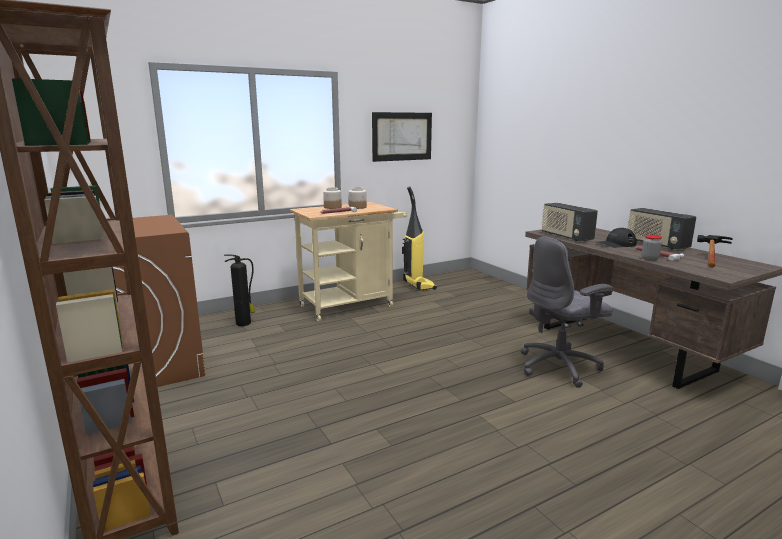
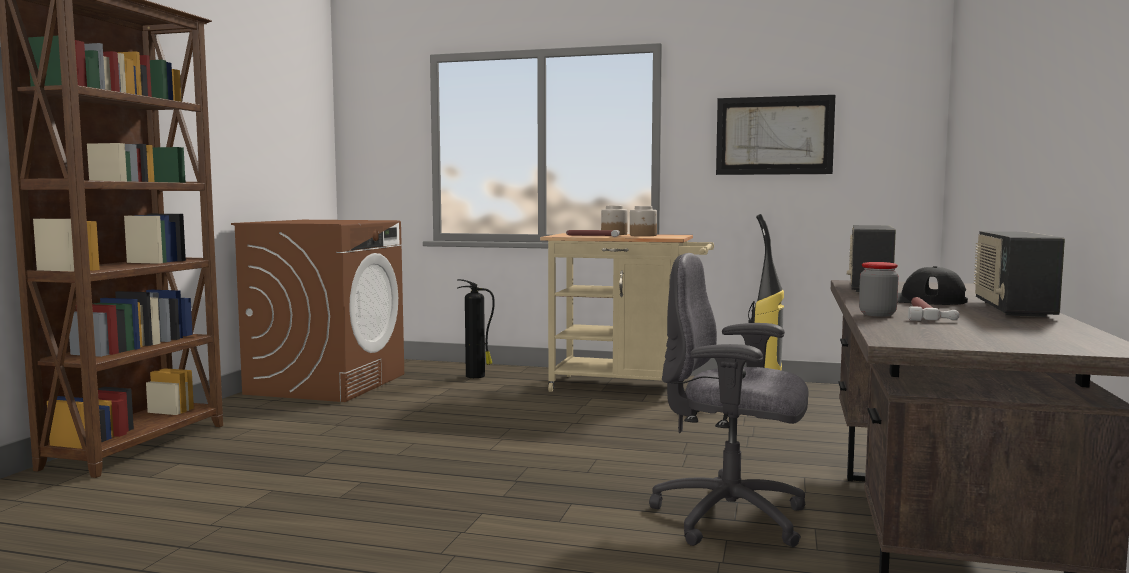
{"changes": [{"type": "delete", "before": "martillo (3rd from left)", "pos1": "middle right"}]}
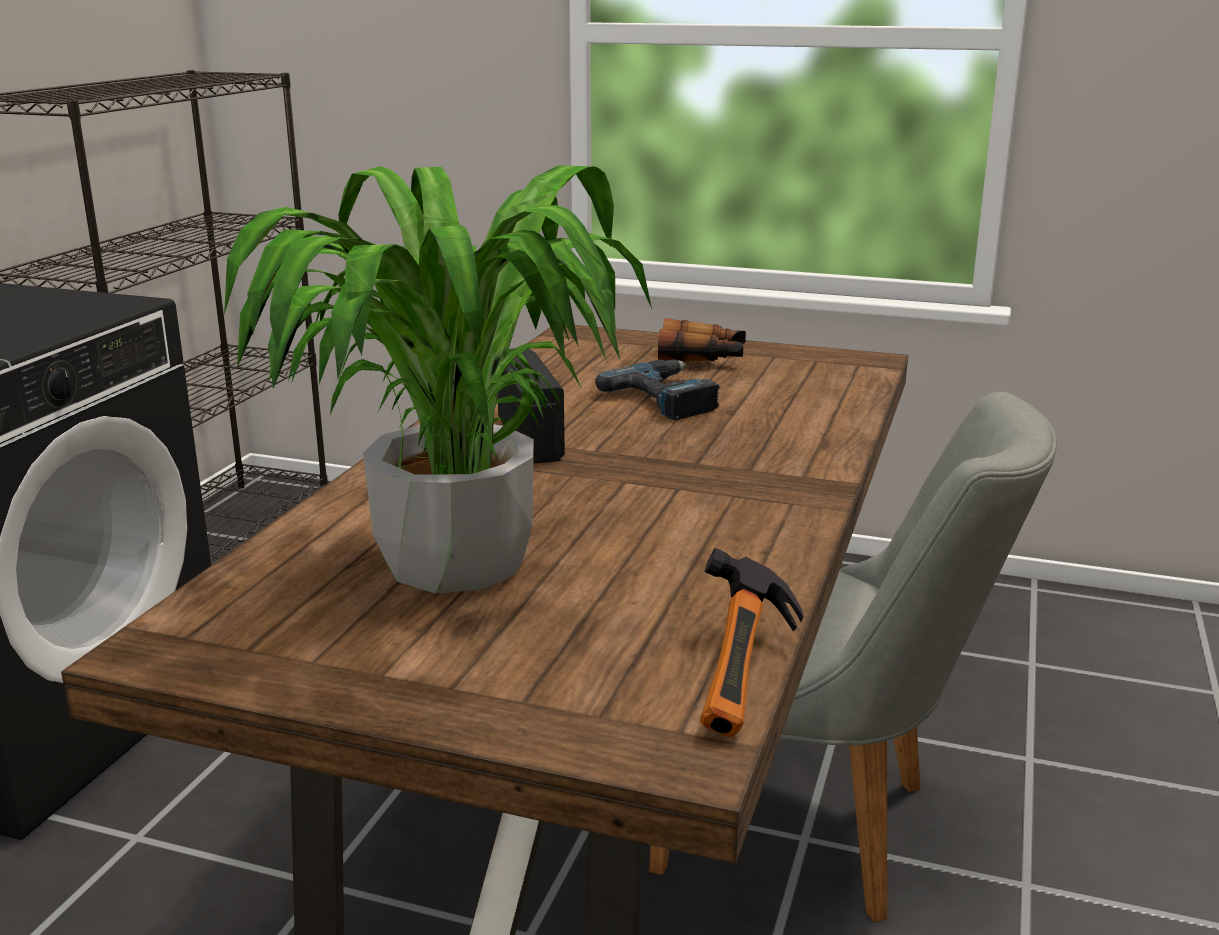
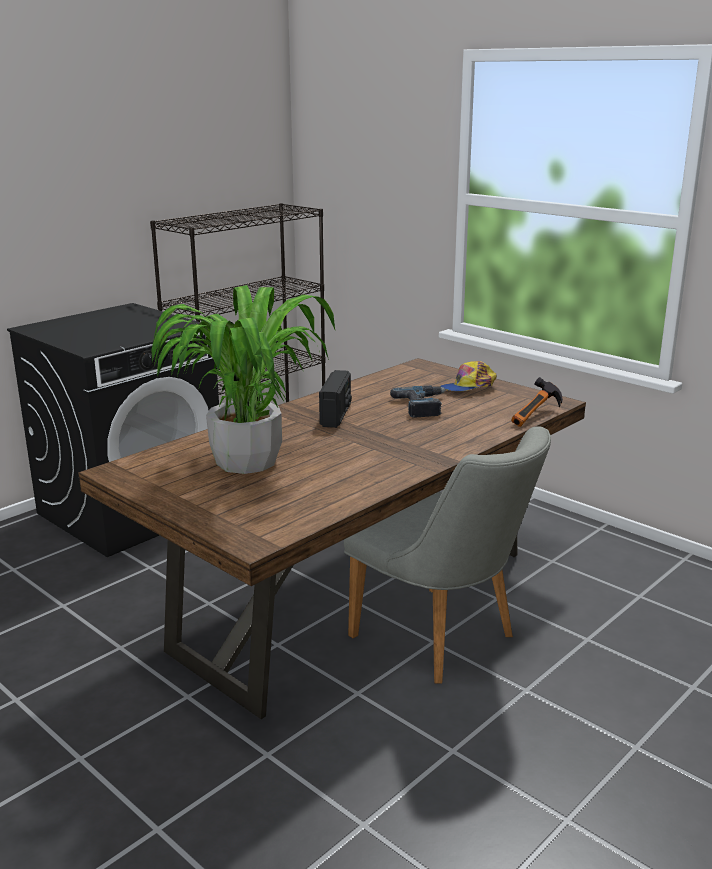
{"changes": [{"type": "move", "before": "martillo", "pos1": "bottom centre", "pos2": "middle right"}, {"type": "replace", "before": "prismáticos", "after": "gorra", "pos1": "centre", "pos2": "centre"}]}
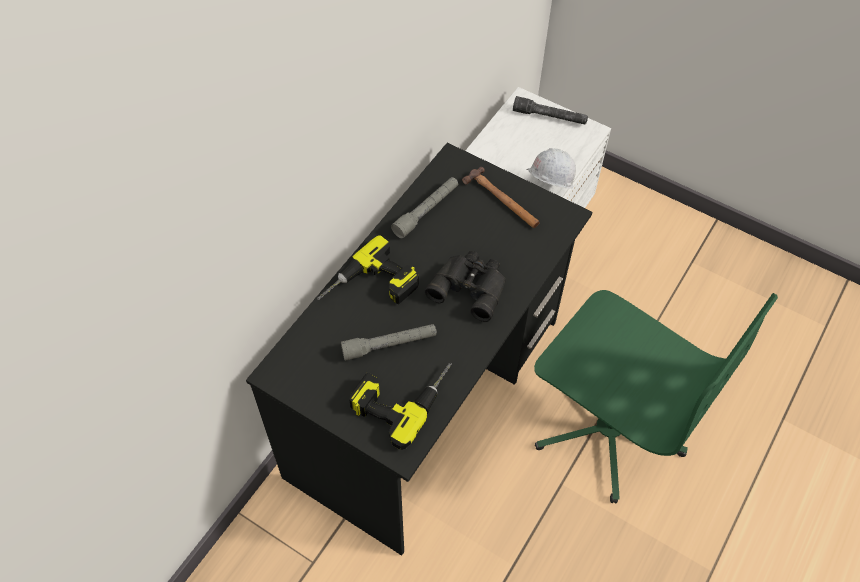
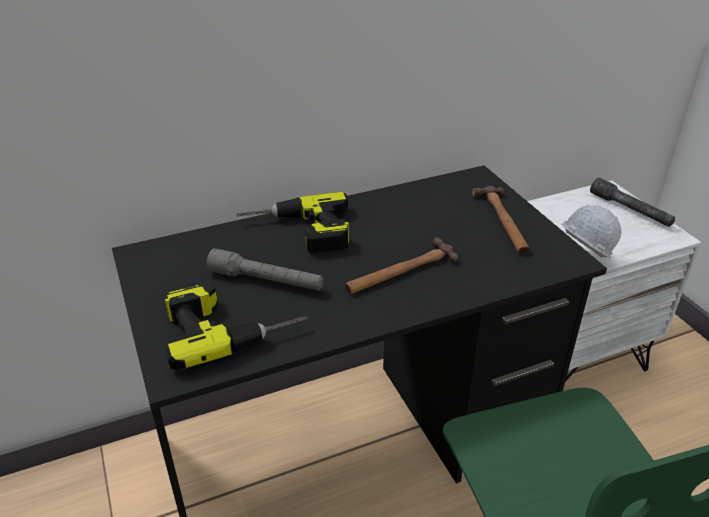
{"changes": [{"type": "delete", "before": "linterna/gris (2nd from left)", "pos1": "centre"}, {"type": "replace", "before": "prismáticos/negro", "after": "martillo (1st from left)", "pos1": "centre", "pos2": "centre"}]}
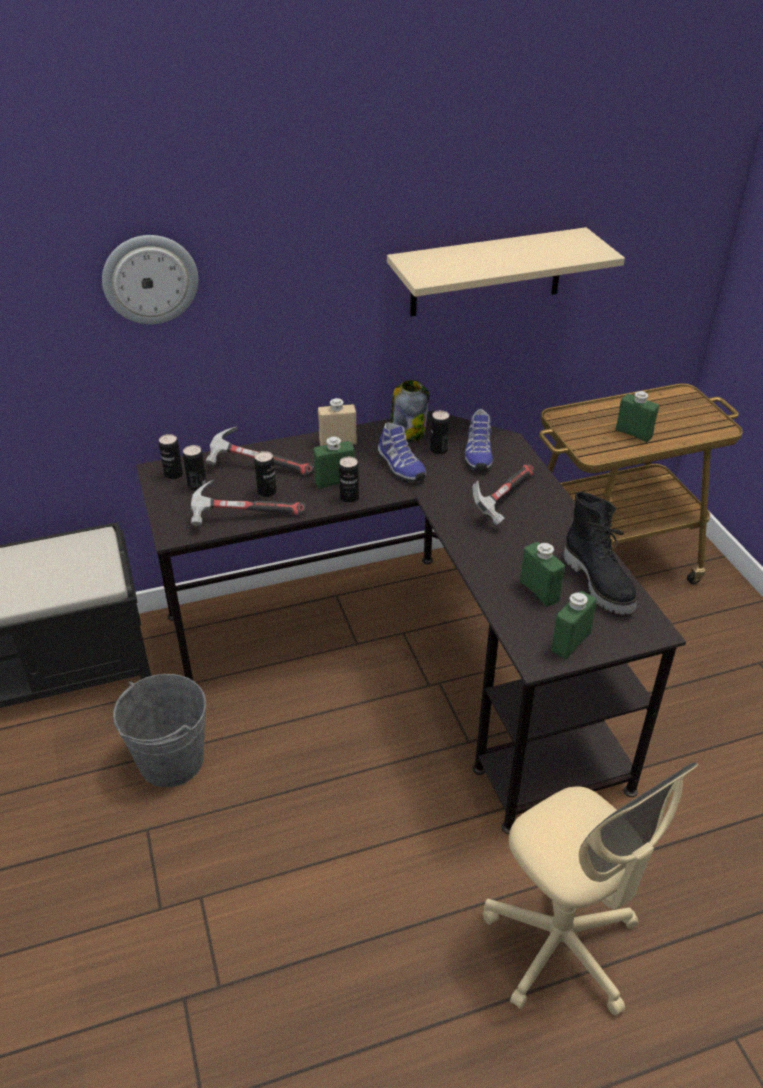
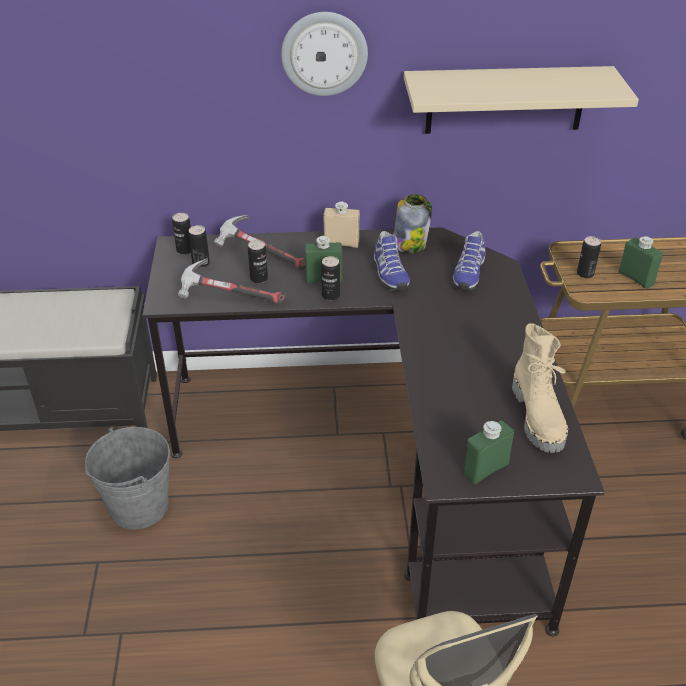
{"changes": [{"type": "delete", "before": "martillo (3rd from left)", "pos1": "centre"}, {"type": "delete", "before": "botella/verde (2nd from left)", "pos1": "middle right"}, {"type": "move", "before": "reloj de pared", "pos1": "top left", "pos2": "top centre"}, {"type": "move", "before": "lata (5th from left)", "pos1": "centre", "pos2": "middle right"}, {"type": "recolor", "before": "bota/negro", "after": "bota/beis", "pos1": "middle right", "pos2": "middle right"}]}
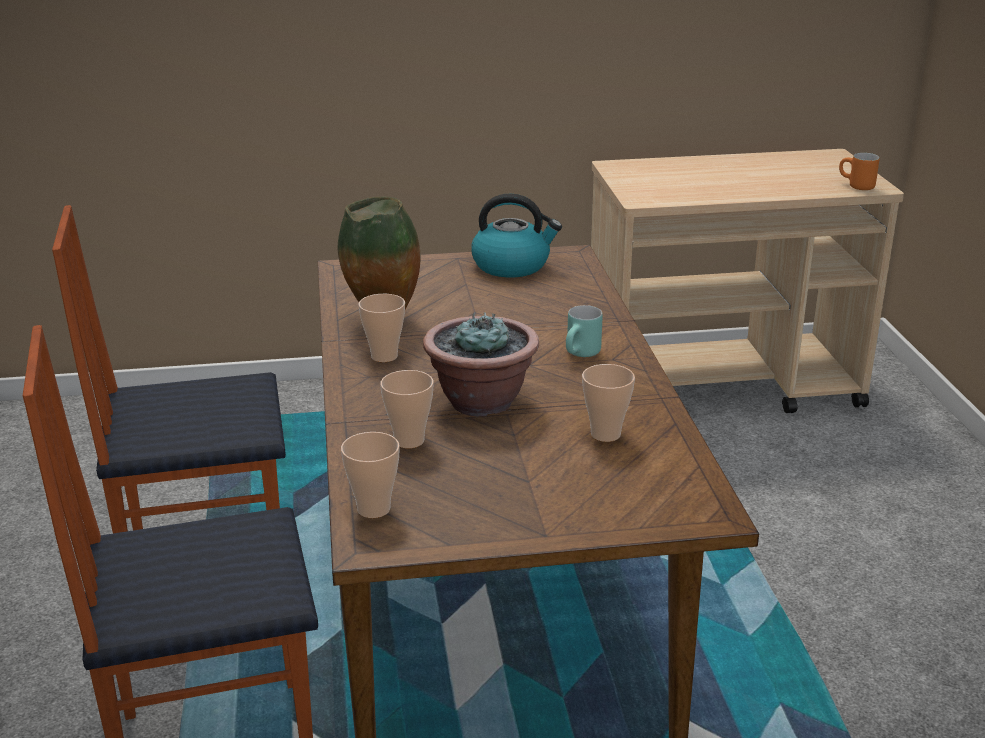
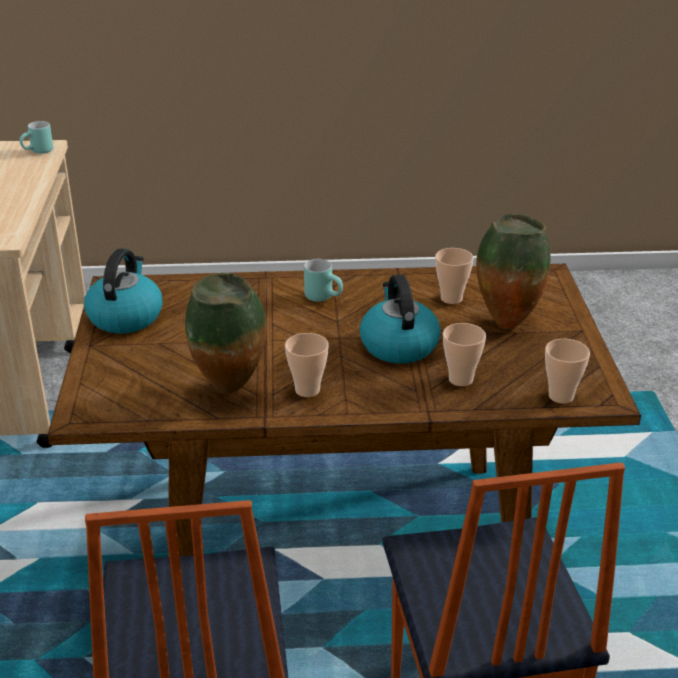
{"changes": [{"type": "insert", "after": "florero (2nd from left)", "pos2": "middle right"}, {"type": "replace", "before": "planta en maceta", "after": "hervidor (2nd from left)", "pos1": "centre", "pos2": "centre"}, {"type": "recolor", "before": "taza grande/naranja", "after": "taza grande/turquesa (1st from left)", "pos1": "top right", "pos2": "top left"}]}
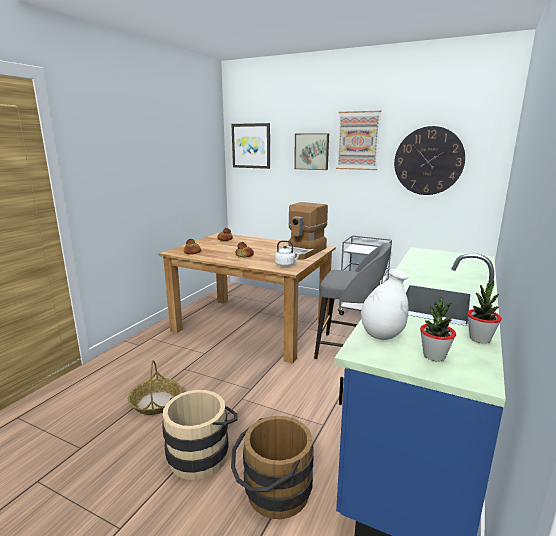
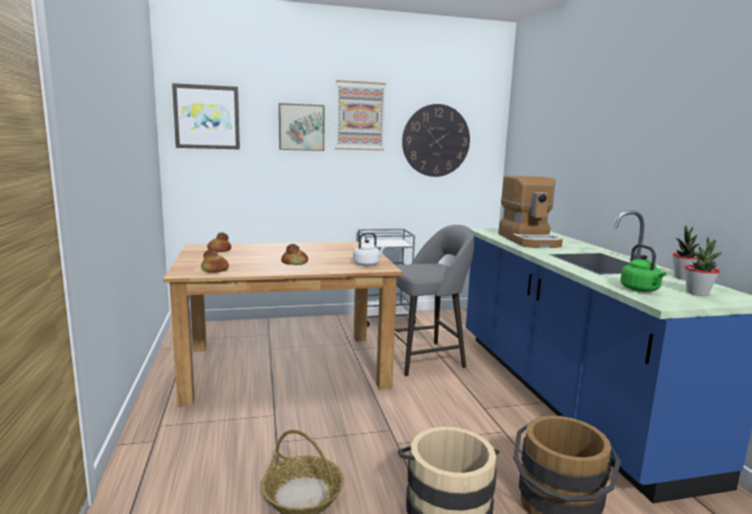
{"changes": [{"type": "move", "before": "cafetera", "pos1": "centre", "pos2": "middle right"}, {"type": "replace", "before": "florero/blanco", "after": "hervidor/verde", "pos1": "middle right", "pos2": "middle right"}]}
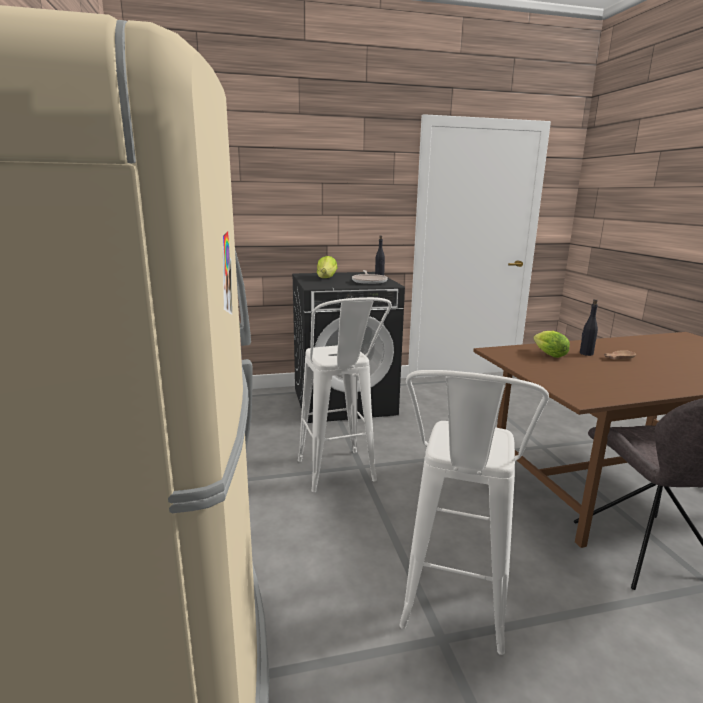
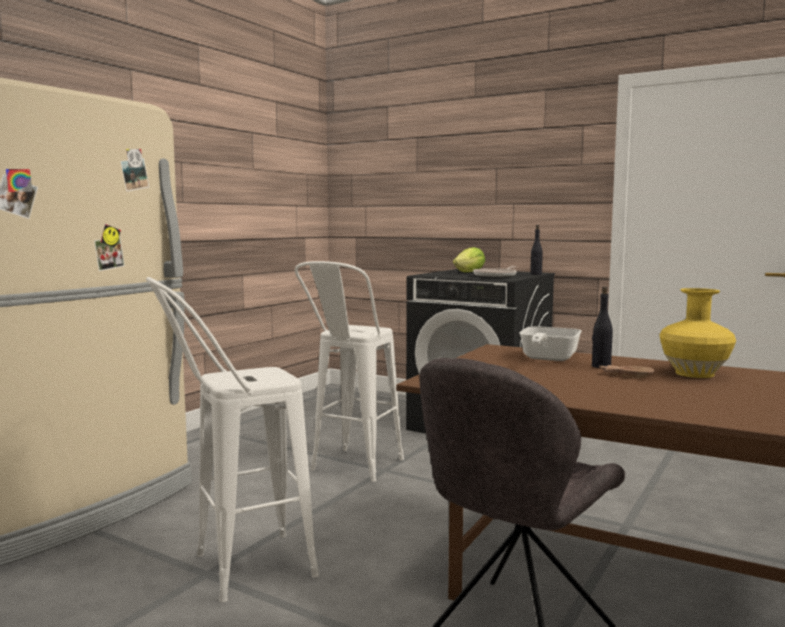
{"changes": [{"type": "insert", "after": "florero/amarillo", "pos2": "middle right"}, {"type": "replace", "before": "lechuga (2nd from left)", "after": "sartén (2nd from left)", "pos1": "middle right", "pos2": "middle right"}]}
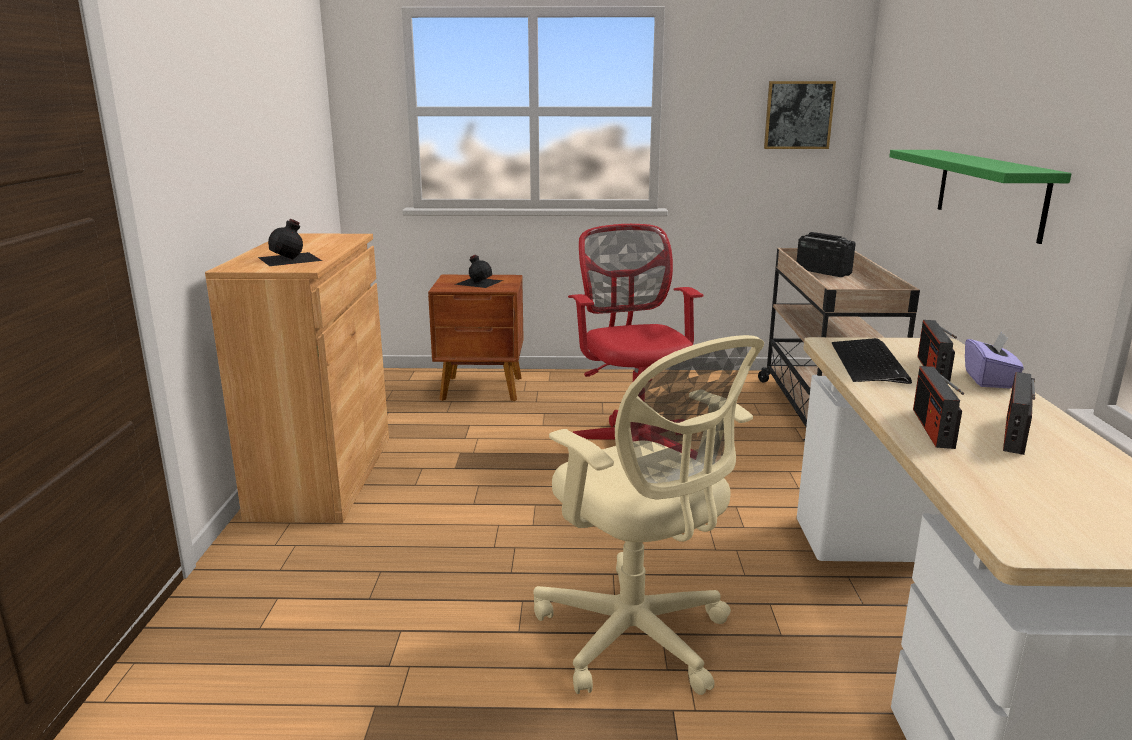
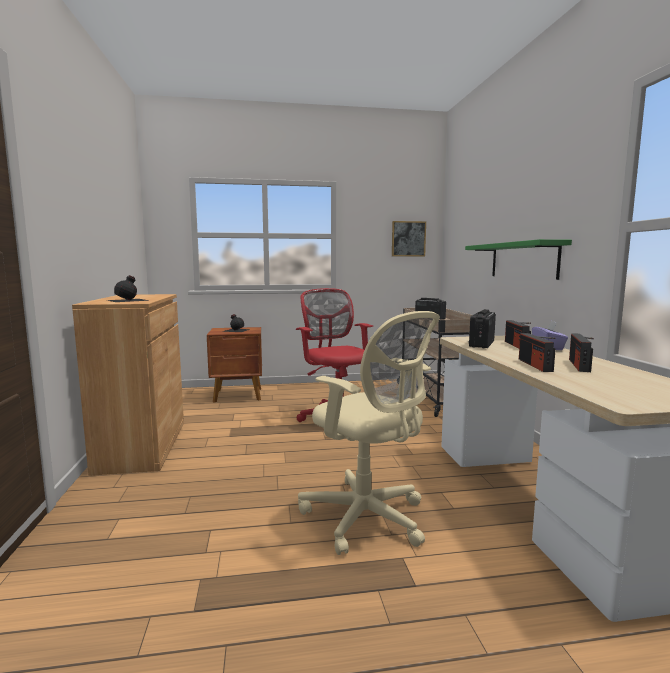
{"changes": [{"type": "replace", "before": "teclado", "after": "radio (2nd from left)", "pos1": "middle right", "pos2": "middle right"}]}
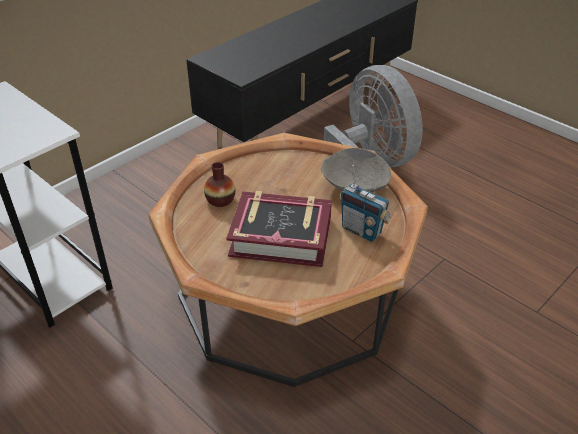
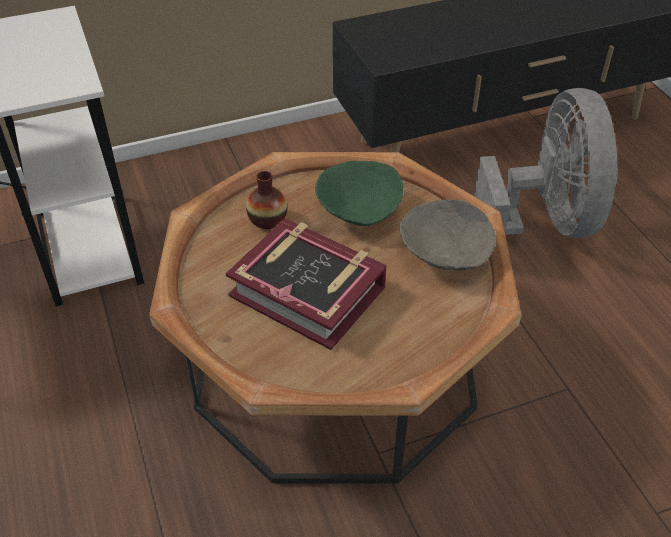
{"changes": [{"type": "delete", "before": "radio", "pos1": "centre"}, {"type": "insert", "after": "cuenco/verde", "pos2": "centre"}]}
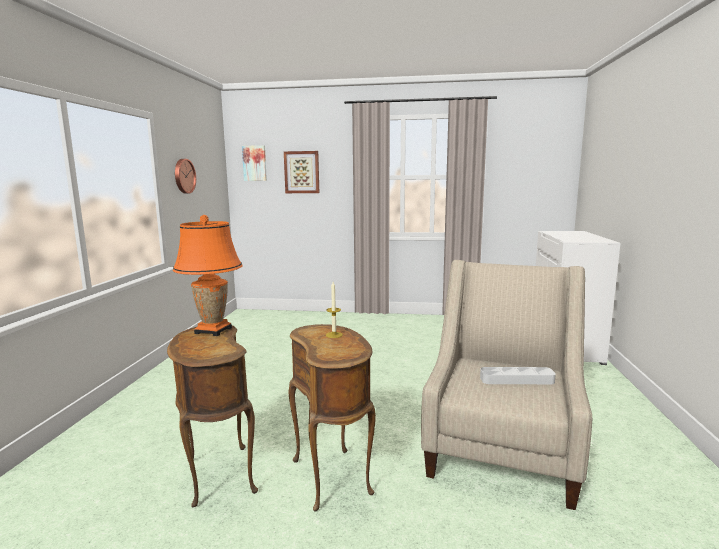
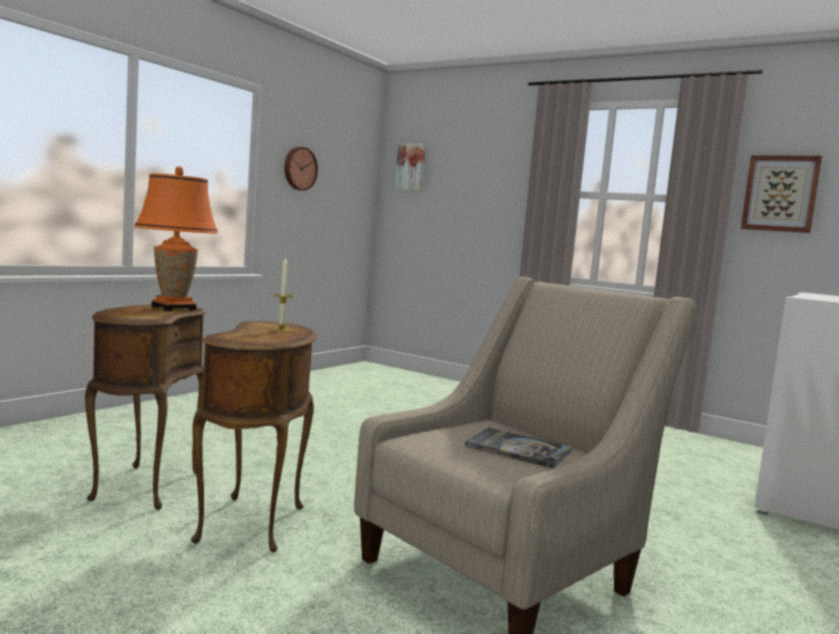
{"changes": [{"type": "move", "before": "cuadro (2nd from left)", "pos1": "top centre", "pos2": "top right"}, {"type": "replace", "before": "bandeja/gris", "after": "libro", "pos1": "bottom right", "pos2": "bottom centre"}]}
